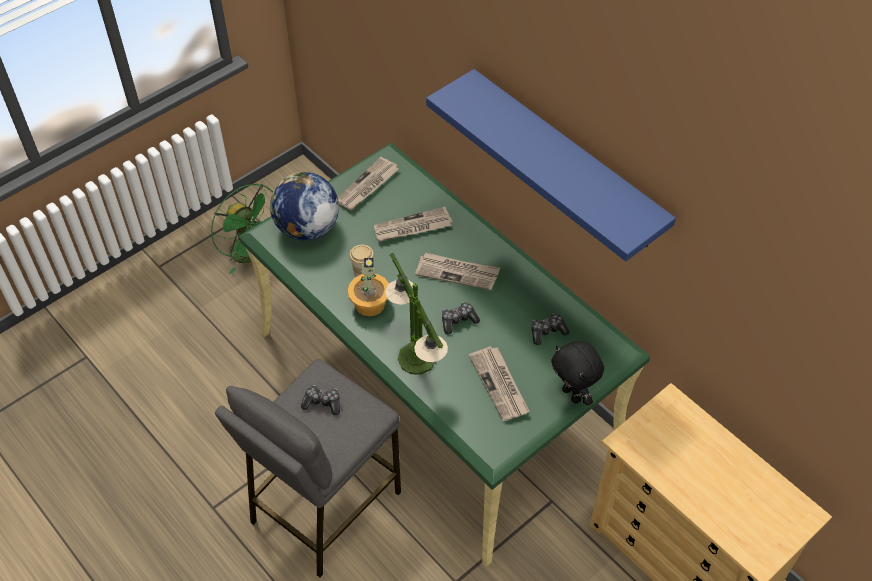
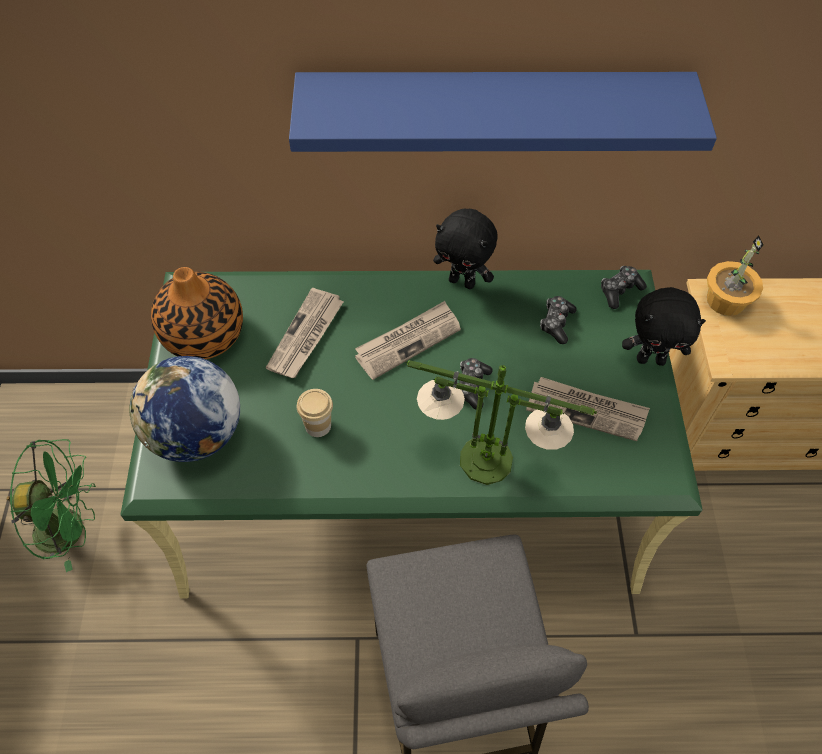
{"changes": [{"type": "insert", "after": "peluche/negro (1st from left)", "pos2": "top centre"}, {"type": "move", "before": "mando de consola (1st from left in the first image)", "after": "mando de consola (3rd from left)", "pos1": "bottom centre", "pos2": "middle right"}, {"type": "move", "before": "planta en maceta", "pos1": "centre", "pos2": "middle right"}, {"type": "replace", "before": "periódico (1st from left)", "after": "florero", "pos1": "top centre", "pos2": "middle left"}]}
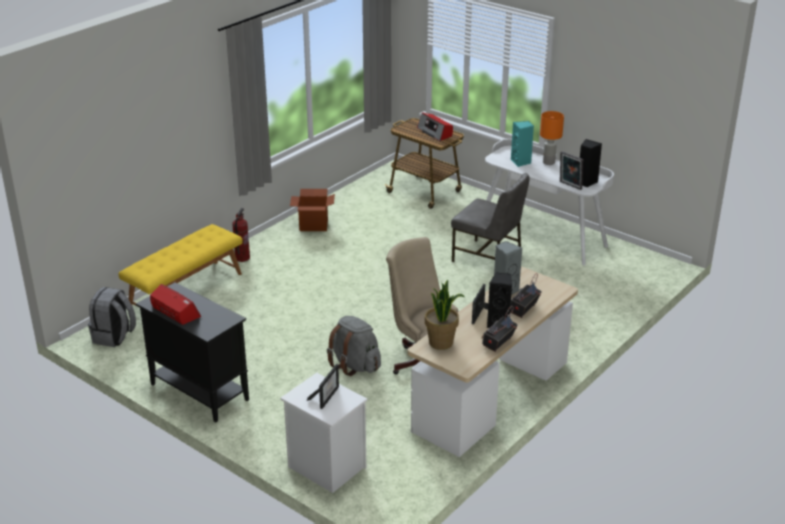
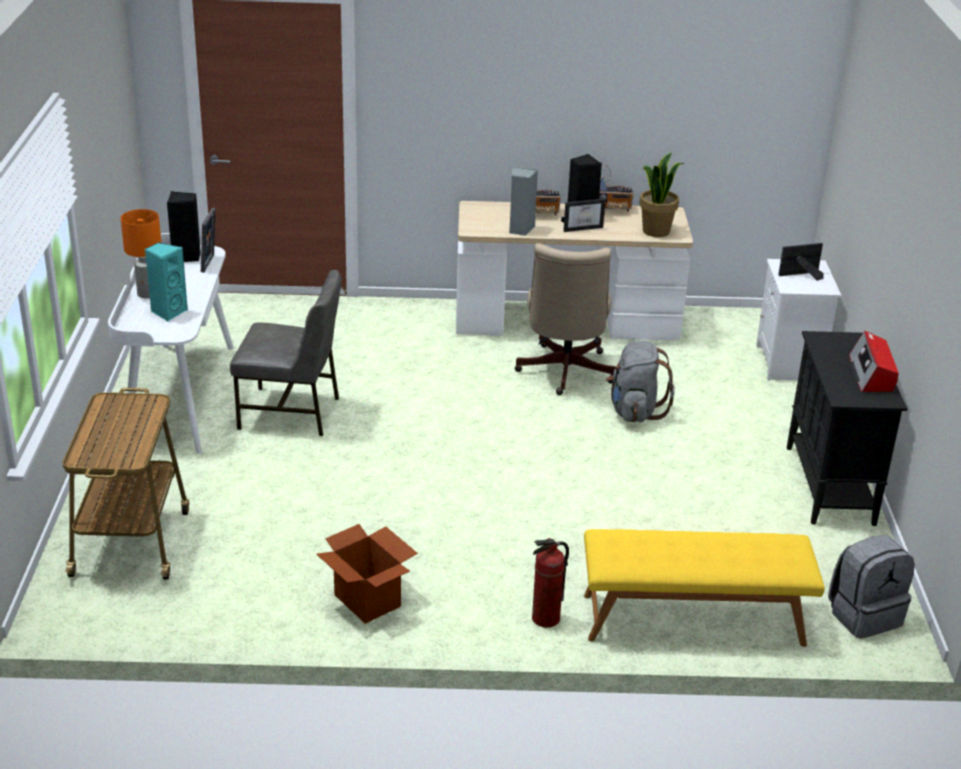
{"changes": [{"type": "delete", "before": "radio (2nd from left)", "pos1": "top centre"}, {"type": "rotate", "before": "silla/gris", "pos1": "centre", "pos2": "middle left", "turn": 105}]}
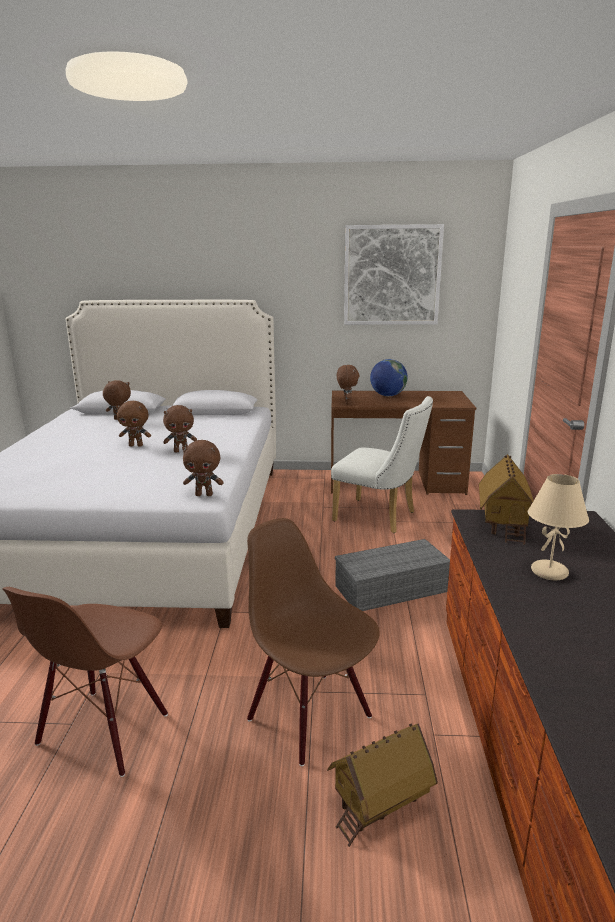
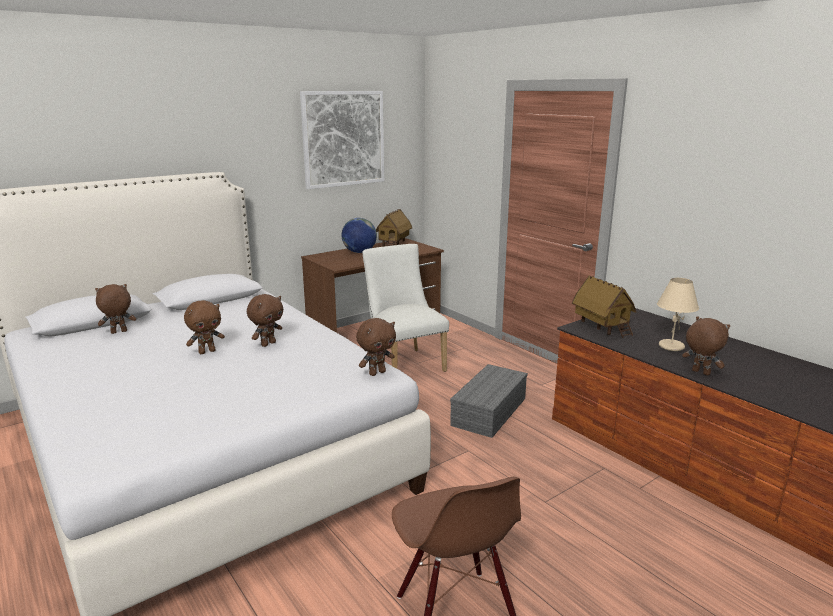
{"changes": [{"type": "delete", "before": "silla/marrón (2nd from left)", "pos1": "bottom centre"}, {"type": "move", "before": "casita (1st from left)", "pos1": "bottom centre", "pos2": "centre"}, {"type": "move", "before": "peluche/marrón (5th from left)", "pos1": "centre", "pos2": "middle right"}, {"type": "rotate", "before": "silla/blanco", "pos1": "centre", "pos2": "centre", "turn": -105}]}
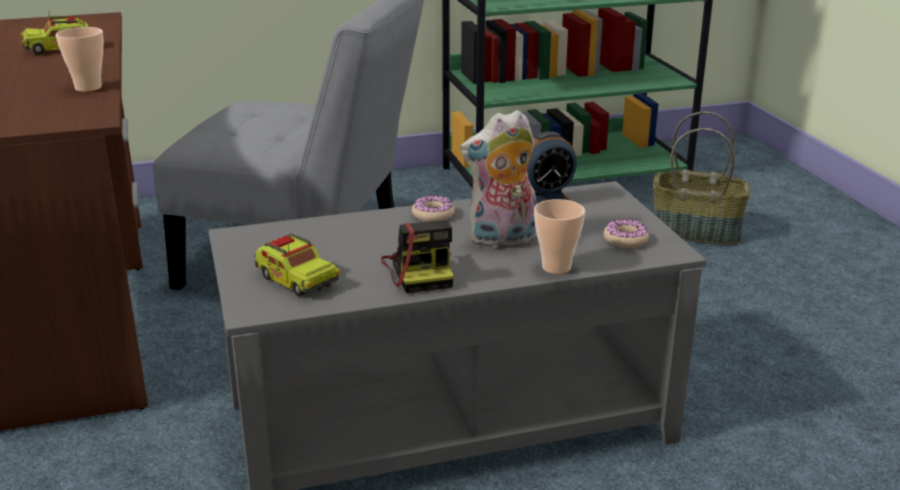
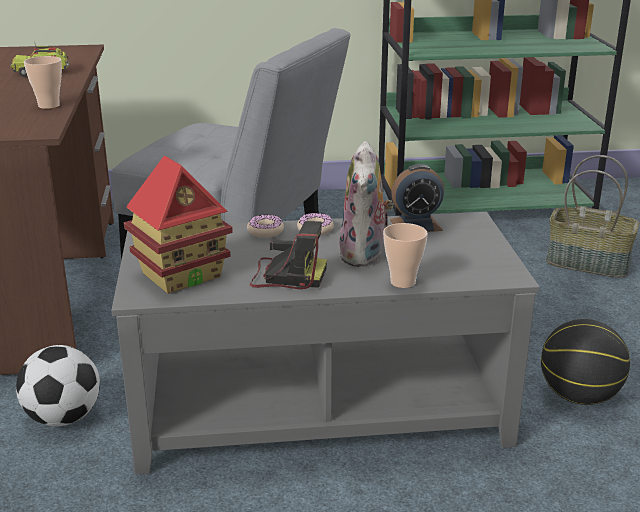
{"changes": [{"type": "insert", "after": "balón de fútbol", "pos2": "bottom left"}, {"type": "insert", "after": "balón de baloncesto", "pos2": "bottom right"}, {"type": "move", "before": "rosquilla (2nd from left in the first image)", "after": "rosquilla (1st from left)", "pos1": "middle right", "pos2": "centre"}, {"type": "replace", "before": "camión de juguete (2nd from left)", "after": "casita", "pos1": "middle left", "pos2": "middle left"}, {"type": "rotate", "before": "cámara", "pos1": "centre", "pos2": "centre", "turn": -75}, {"type": "rotate", "before": "peluche", "pos1": "centre", "pos2": "centre", "turn": -75}]}
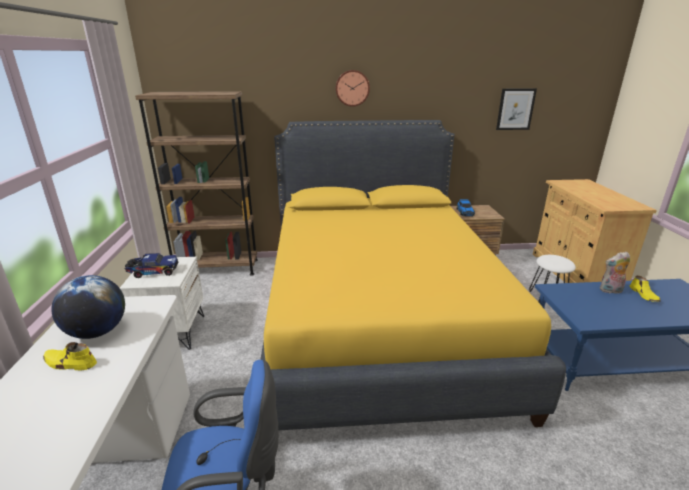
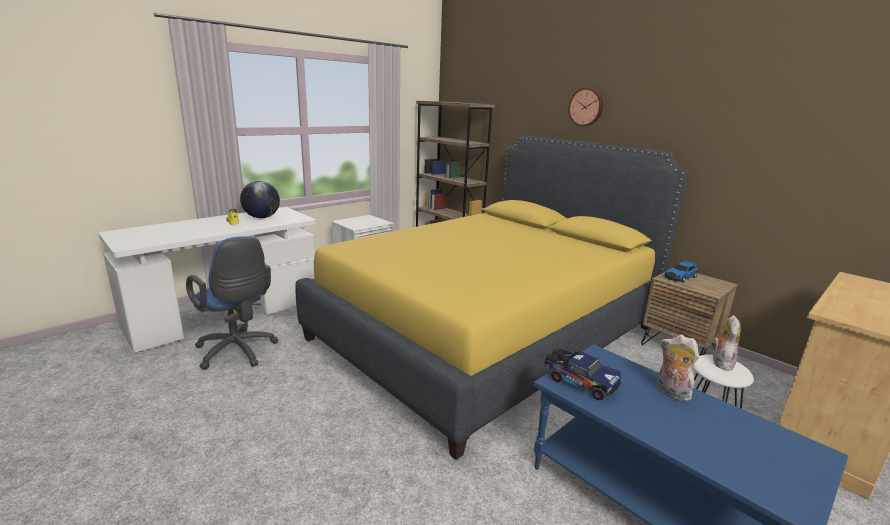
{"changes": [{"type": "delete", "before": "cuadro", "pos1": "top right"}, {"type": "delete", "before": "zapato/amarillo (2nd from left)", "pos1": "middle right"}, {"type": "insert", "after": "peluche (2nd from left)", "pos2": "middle right"}, {"type": "move", "before": "camión de juguete", "pos1": "middle left", "pos2": "bottom centre"}]}
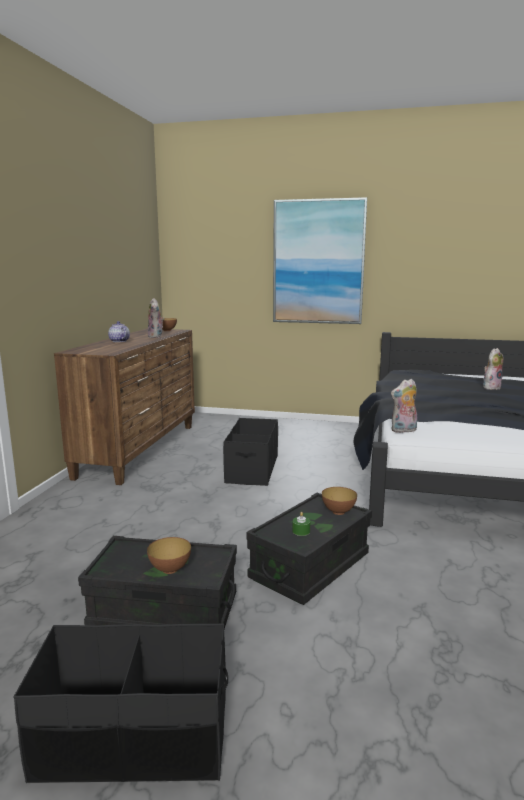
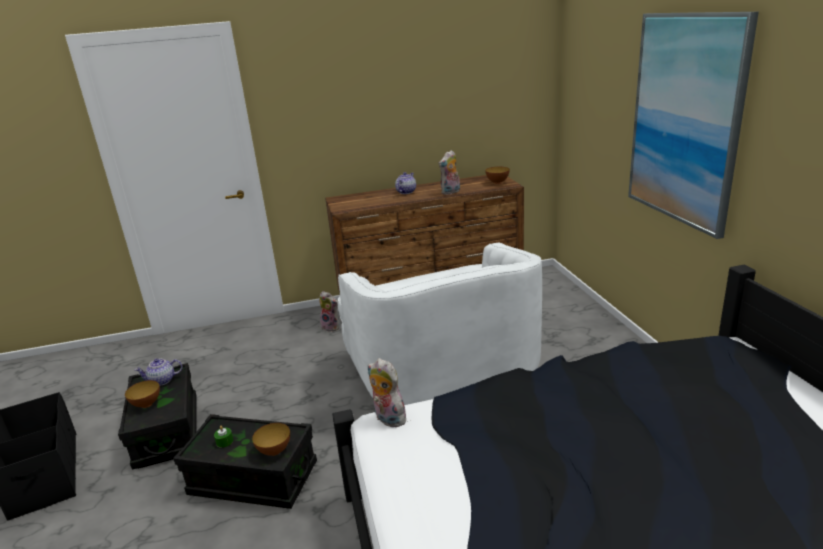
{"changes": [{"type": "insert", "after": "tetera (1st from left)", "pos2": "bottom left"}, {"type": "move", "before": "peluche (3rd from left in the first image)", "after": "peluche (1st from left)", "pos1": "middle right", "pos2": "centre"}, {"type": "replace", "before": "caja de almacenaje/negro (3rd from left)", "after": "sillón/blanco", "pos1": "centre", "pos2": "centre"}]}
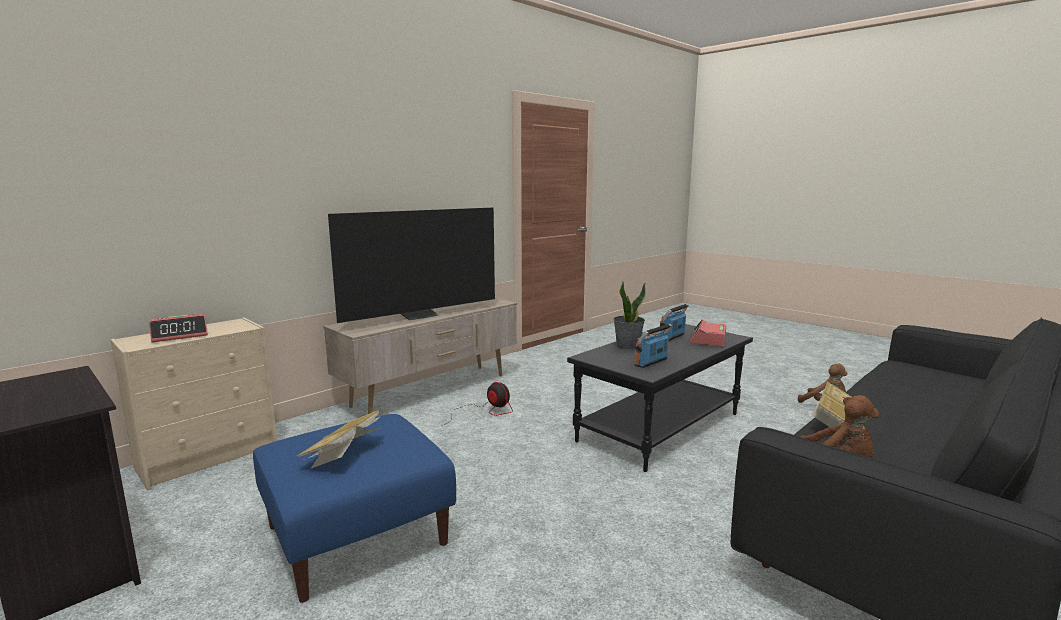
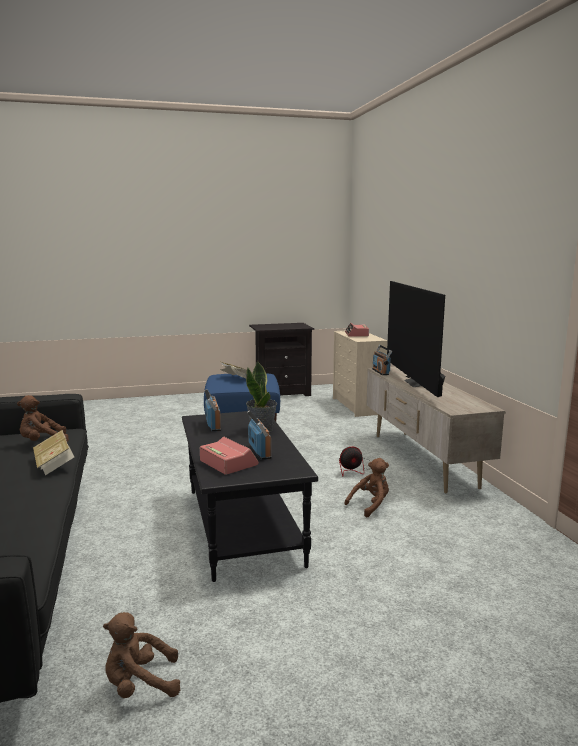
{"changes": [{"type": "insert", "after": "peluche/marrón (3rd from left)", "pos2": "centre"}, {"type": "insert", "after": "radio (3rd from left)", "pos2": "centre"}]}
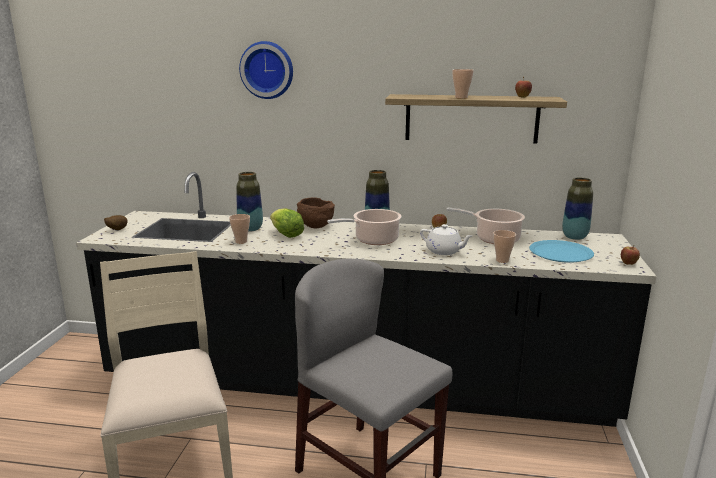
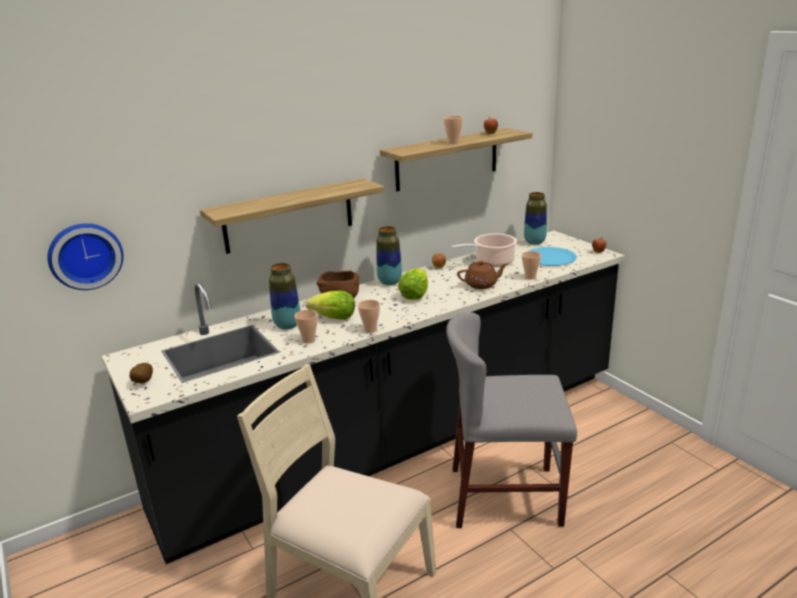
{"changes": [{"type": "insert", "after": "estante (1st from left)", "pos2": "centre"}, {"type": "insert", "after": "taza (2nd from left)", "pos2": "centre"}, {"type": "move", "before": "reloj de pared", "pos1": "top centre", "pos2": "middle left"}, {"type": "replace", "before": "olla (1st from left)", "after": "lechuga (2nd from left)", "pos1": "centre", "pos2": "centre"}, {"type": "recolor", "before": "tetera/blanco", "after": "tetera/marrón", "pos1": "centre", "pos2": "centre"}]}
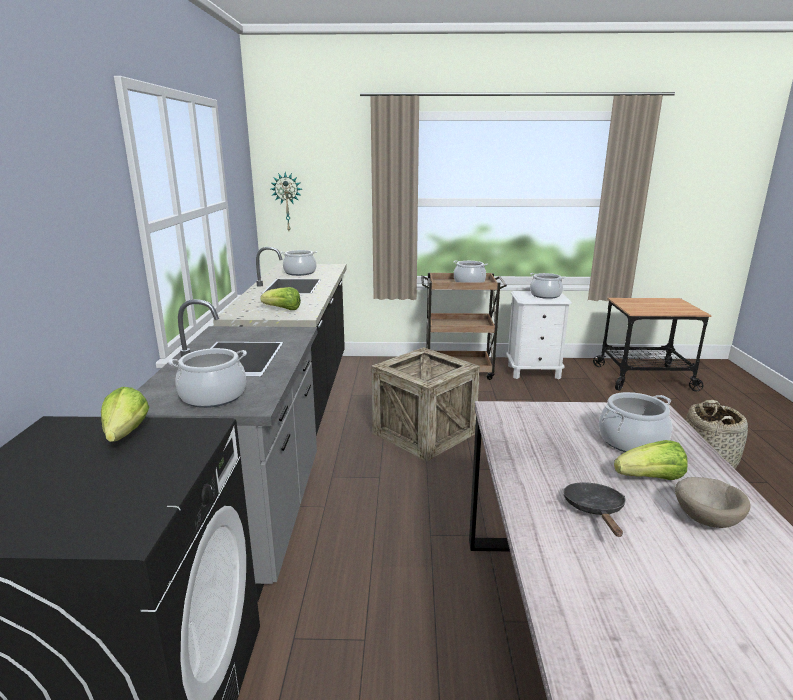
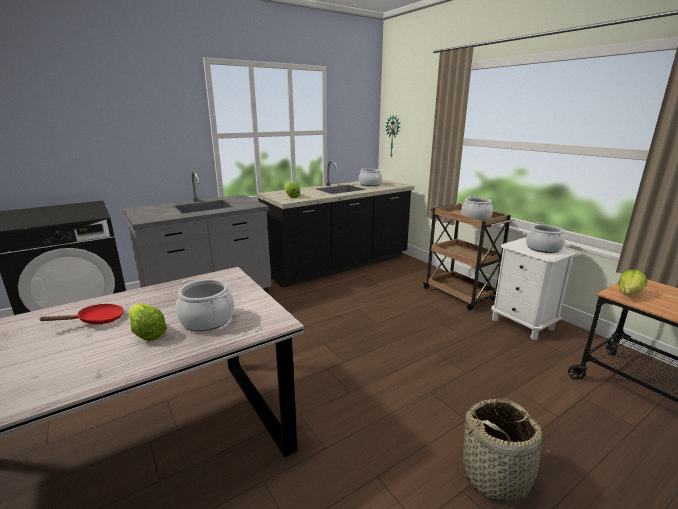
{"changes": [{"type": "delete", "before": "olla (1st from left)", "pos1": "middle left"}, {"type": "delete", "before": "caja de embalaje", "pos1": "centre"}, {"type": "delete", "before": "cuenco/beis", "pos1": "bottom right"}, {"type": "move", "before": "lechuga (1st from left in the first image)", "after": "lechuga (3rd from left)", "pos1": "middle left", "pos2": "middle right"}, {"type": "recolor", "before": "sartén/negro", "after": "sartén/rojo", "pos1": "bottom right", "pos2": "middle left"}]}
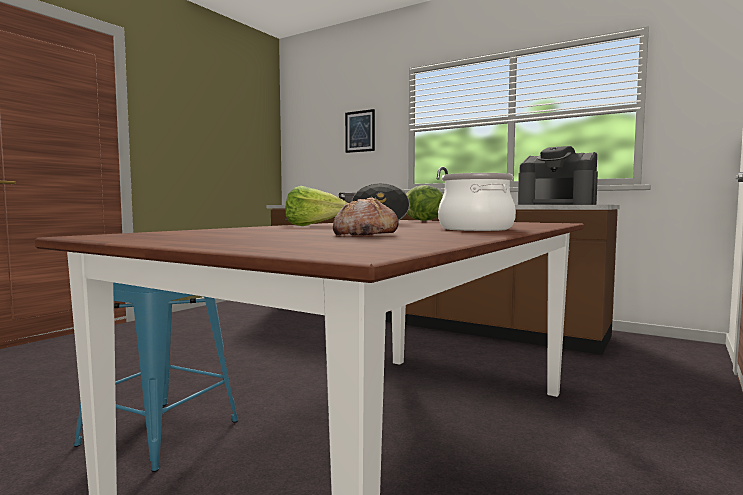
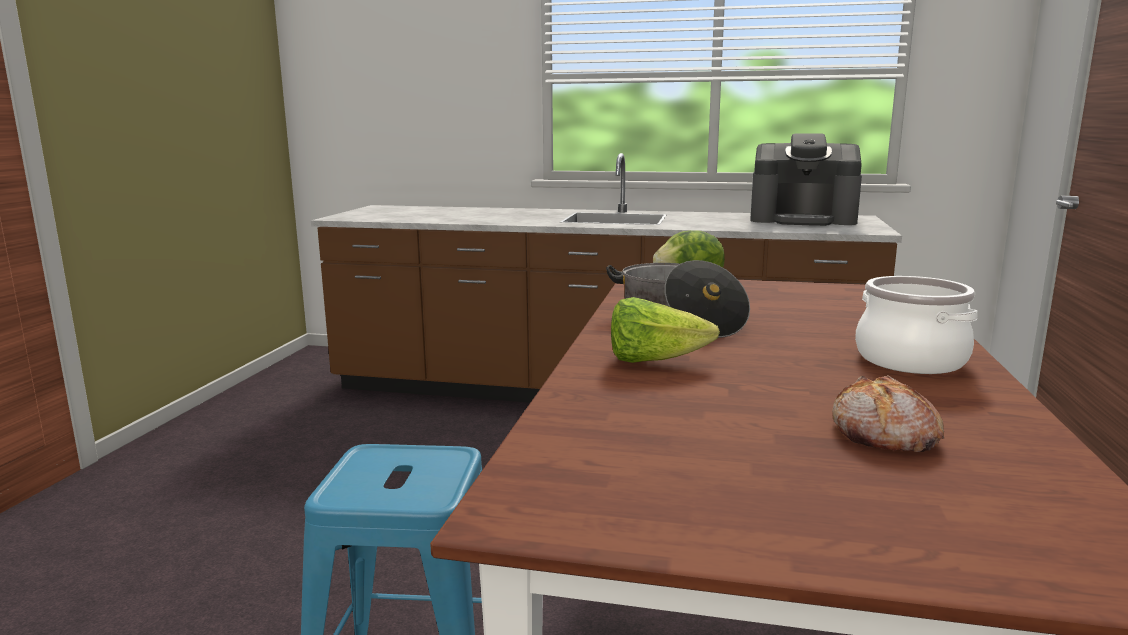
{"changes": [{"type": "delete", "before": "cuadro", "pos1": "top centre"}]}
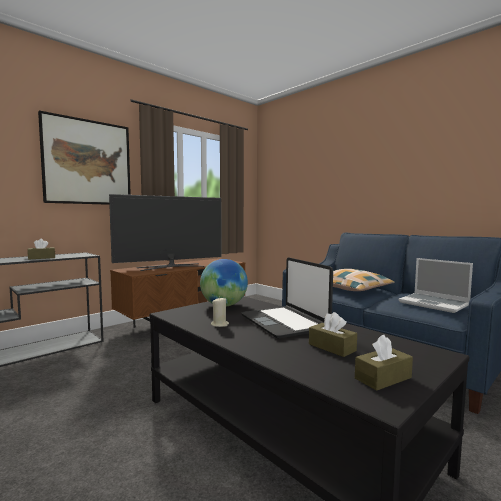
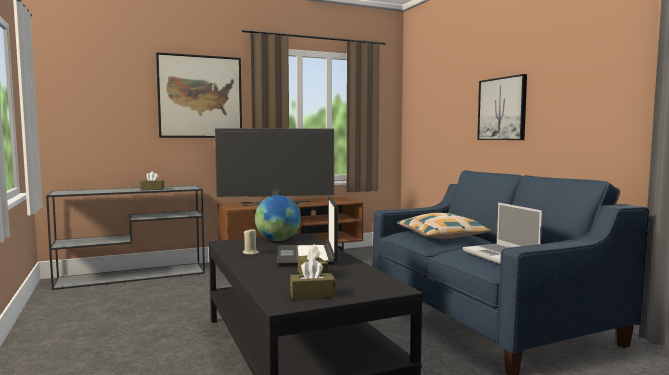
{"changes": [{"type": "insert", "after": "cuadro (2nd from left)", "pos2": "top right"}]}
